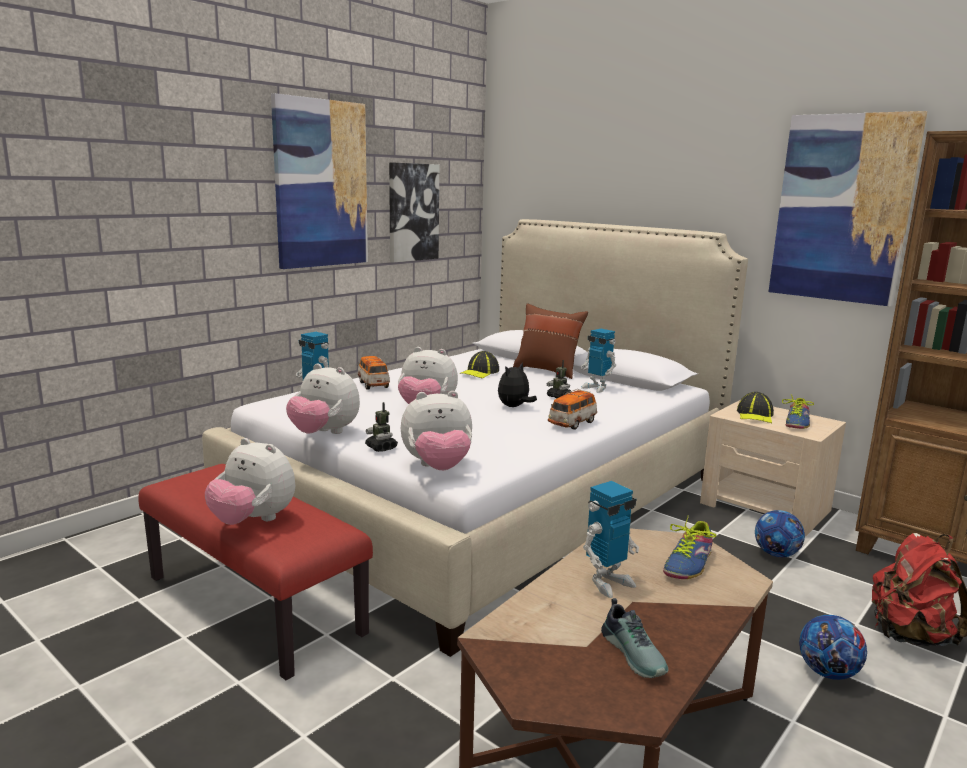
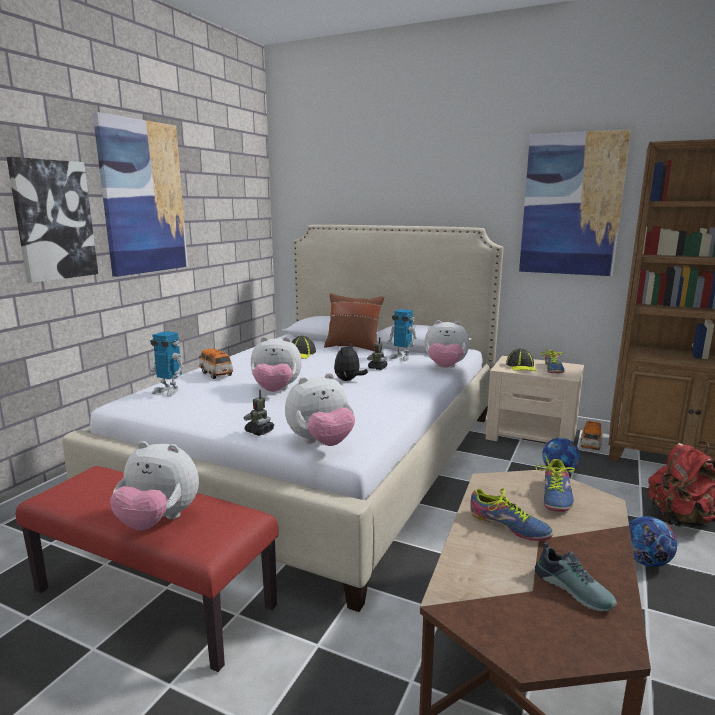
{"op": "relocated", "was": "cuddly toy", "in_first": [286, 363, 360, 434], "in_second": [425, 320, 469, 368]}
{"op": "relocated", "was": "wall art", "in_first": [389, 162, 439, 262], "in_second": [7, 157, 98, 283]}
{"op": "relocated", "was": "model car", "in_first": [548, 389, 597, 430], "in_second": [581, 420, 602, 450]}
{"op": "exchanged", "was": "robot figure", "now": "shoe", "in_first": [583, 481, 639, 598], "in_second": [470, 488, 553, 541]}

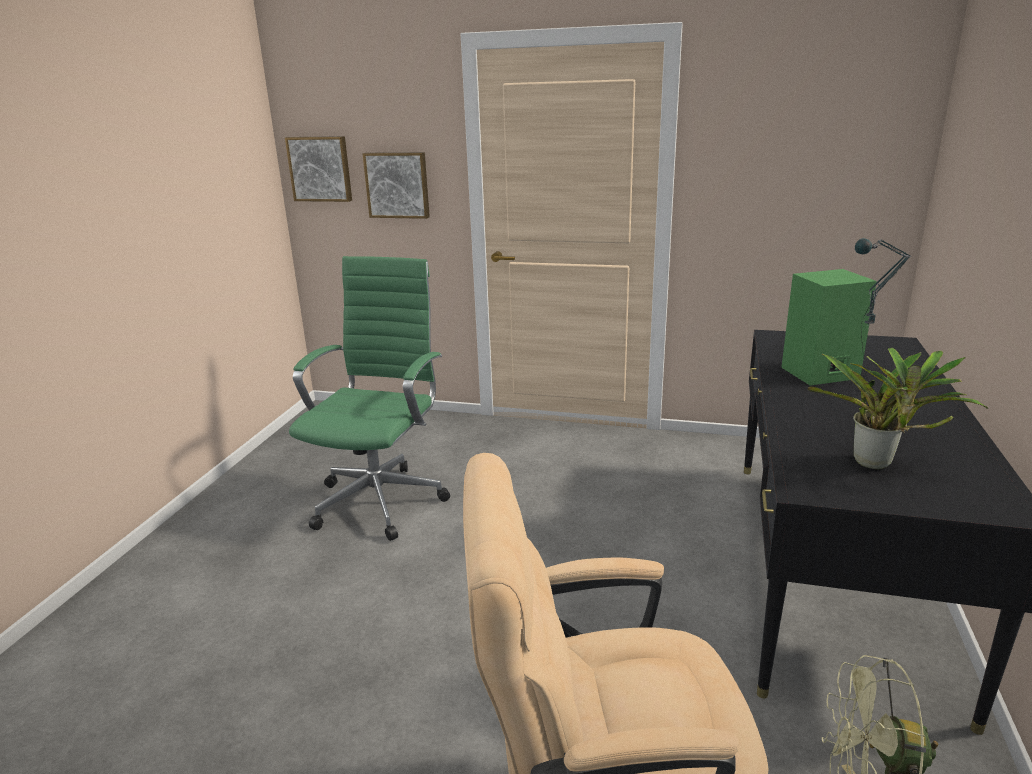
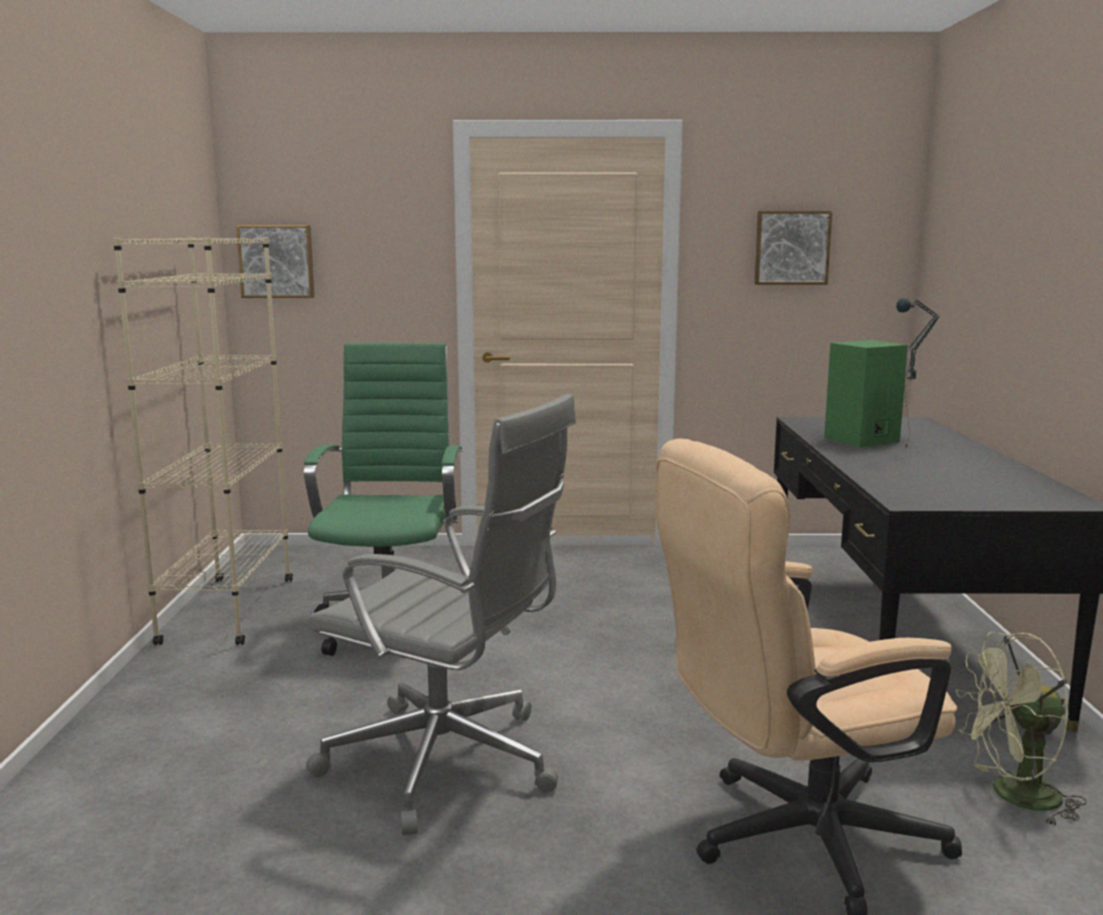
{"op": "relocated", "was": "wall art", "in_first": [363, 152, 430, 219], "in_second": [755, 211, 832, 285]}
{"op": "missing", "was": "potted plant", "in_first": [807, 348, 988, 469]}
{"op": "appeared", "now": "bookshelf/beige", "in_second": [113, 237, 293, 645]}
{"op": "appeared", "now": "office chair/greyish", "in_second": [306, 394, 576, 835]}

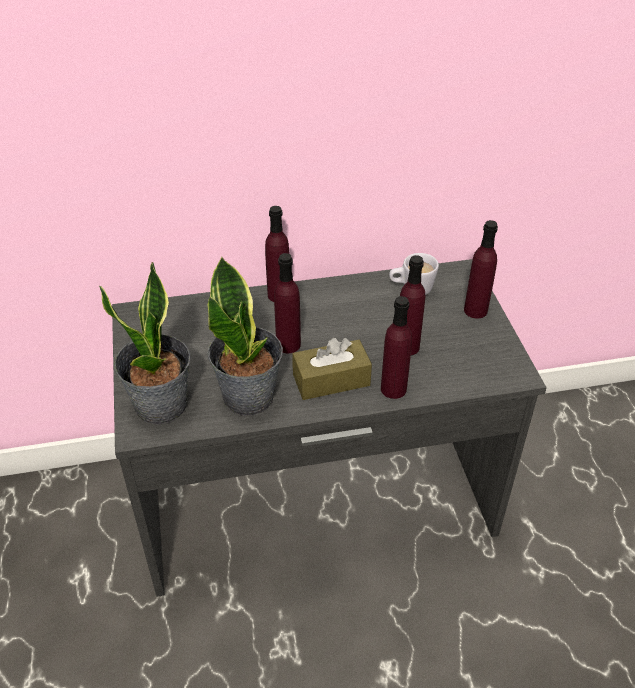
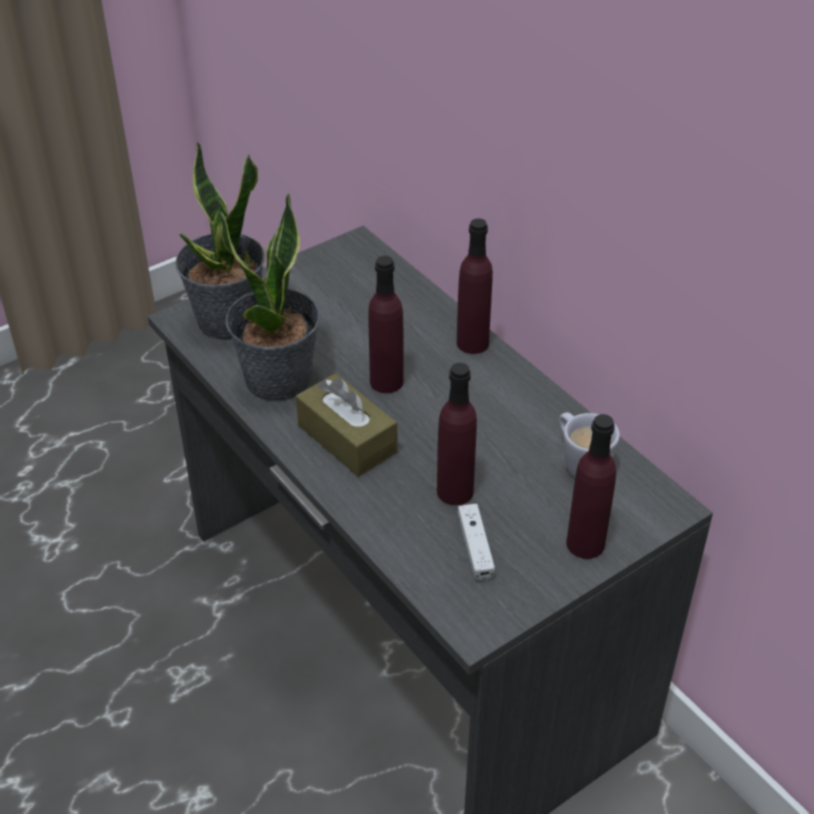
{"op": "missing", "was": "beverage bottle/purplish", "in_first": [381, 296, 412, 399]}
{"op": "appeared", "now": "joypad/whitish", "in_second": [458, 504, 495, 580]}

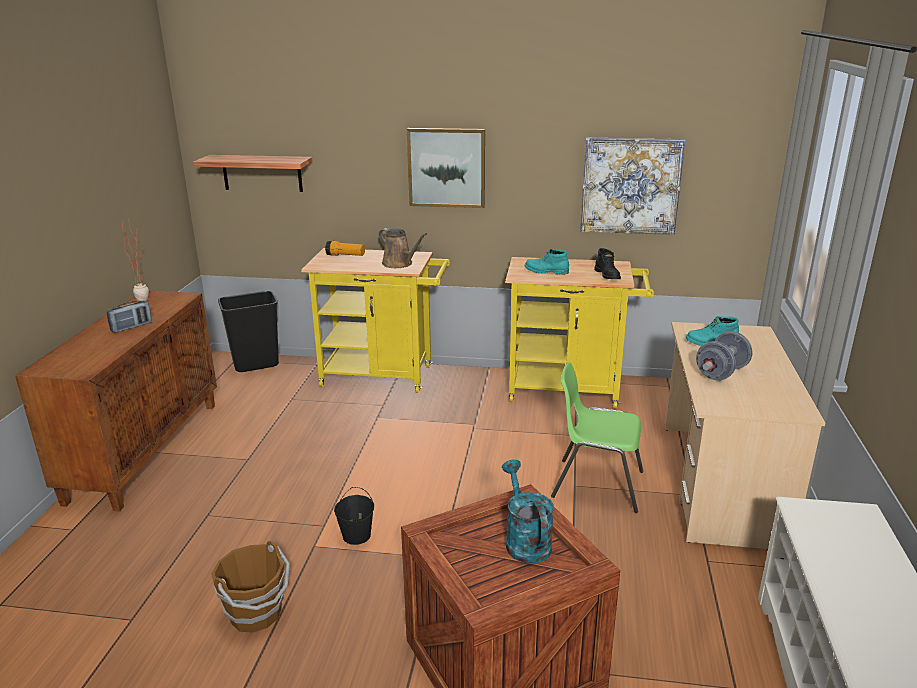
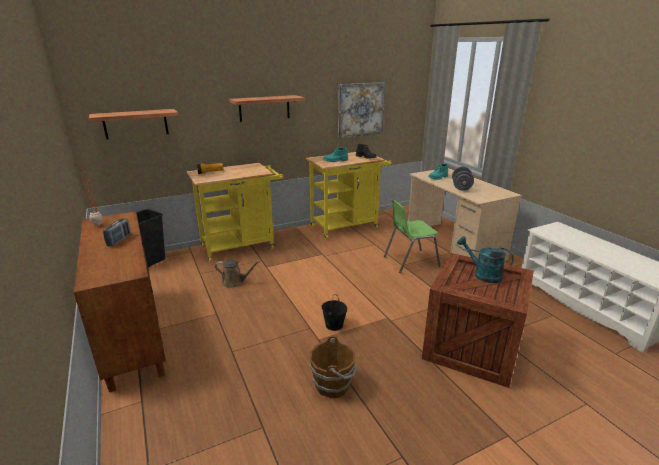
{"op": "relocated", "was": "watering pot/brownish", "in_first": [378, 228, 427, 268], "in_second": [215, 260, 260, 288]}
{"op": "exchanged", "was": "wall art", "now": "bracket shelf", "in_first": [407, 128, 485, 208], "in_second": [230, 95, 305, 122]}

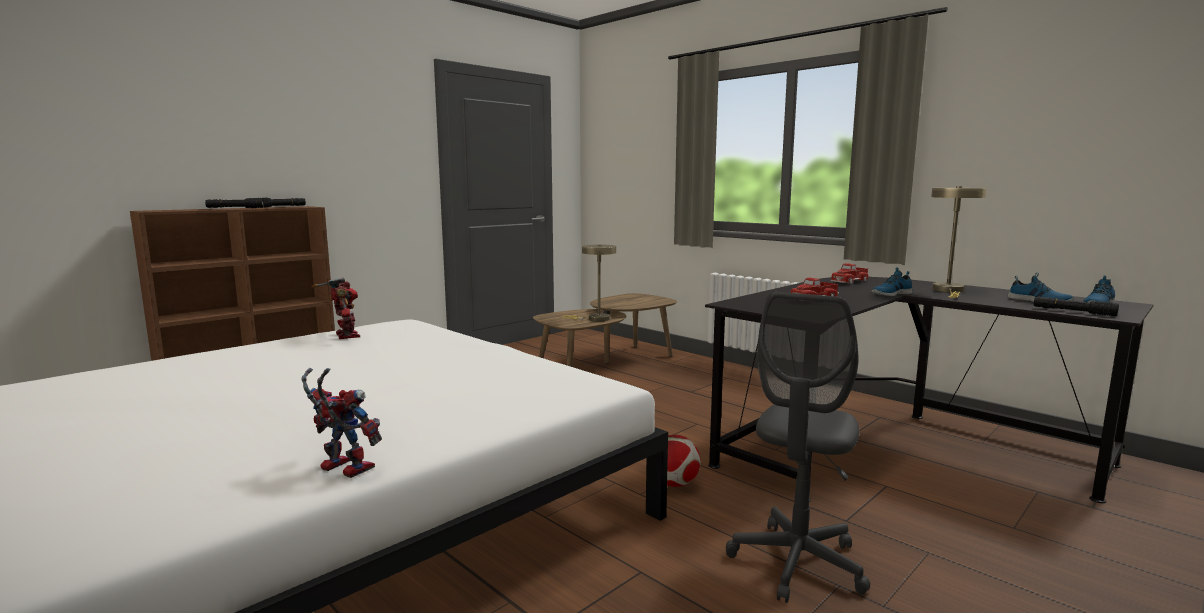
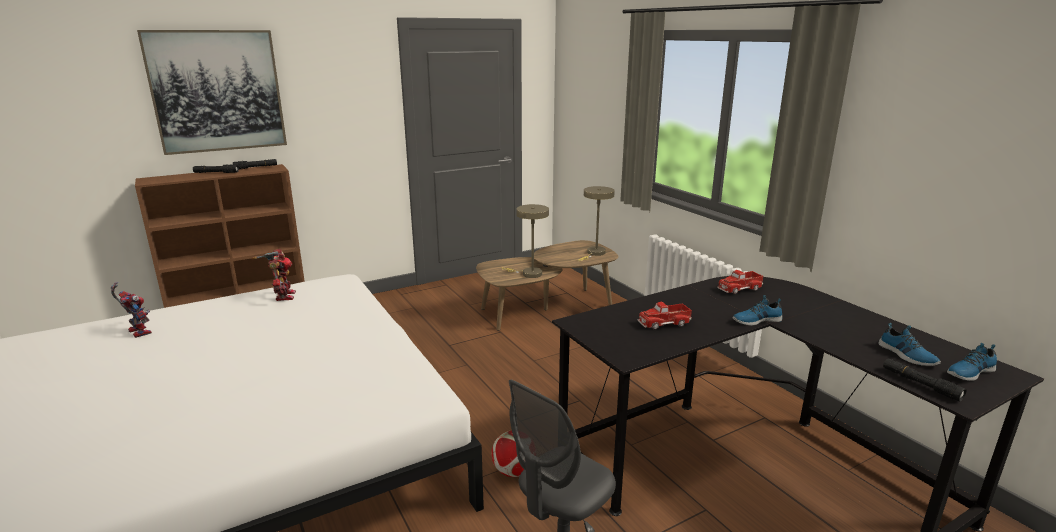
{"op": "relocated", "was": "robot figure", "in_first": [301, 368, 382, 478], "in_second": [111, 282, 152, 338]}
{"op": "relocated", "was": "tabletop lamp/beige", "in_first": [931, 186, 987, 298], "in_second": [577, 186, 615, 261]}
{"op": "appeared", "now": "wall art", "in_second": [137, 30, 287, 155]}

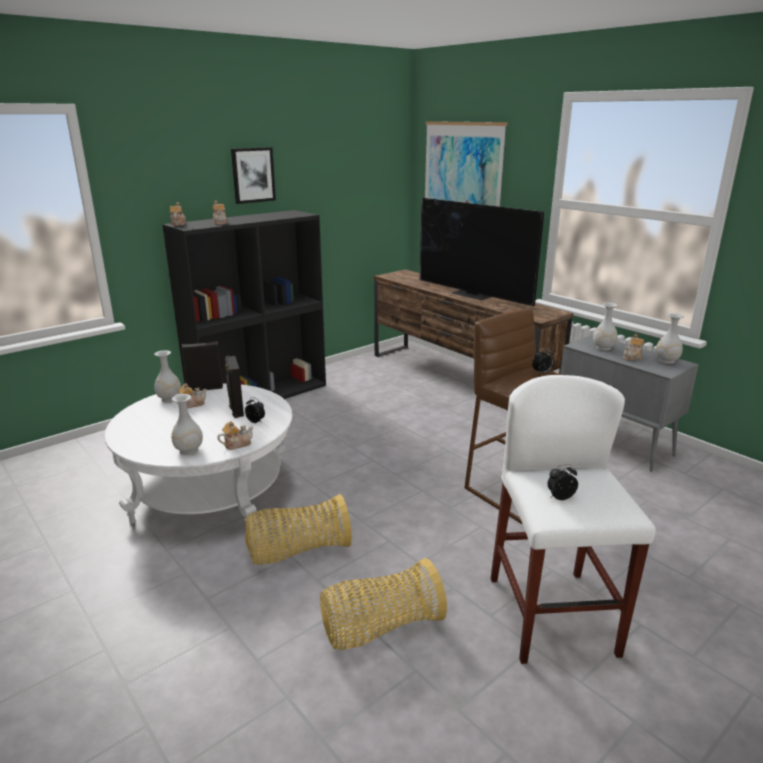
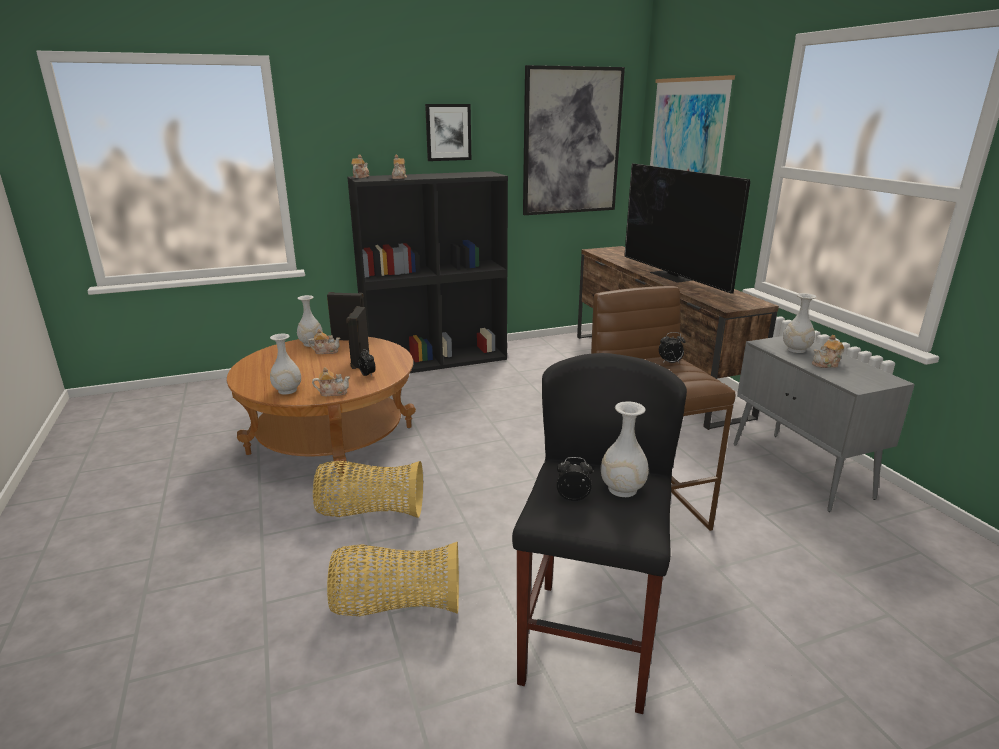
{"op": "colour", "was": "lounge table/whitish", "now": "lounge table/brownish", "in_first": [104, 383, 293, 527], "in_second": [227, 336, 416, 481]}
{"op": "colour", "was": "sitting stool/whitish", "now": "sitting stool/black-coloured", "in_first": [491, 375, 656, 664], "in_second": [512, 353, 687, 714]}
{"op": "relocated", "was": "decorative vase/whitish", "in_first": [656, 313, 684, 364], "in_second": [601, 401, 649, 497]}
{"op": "appeared", "now": "wall art", "in_second": [523, 65, 625, 215]}

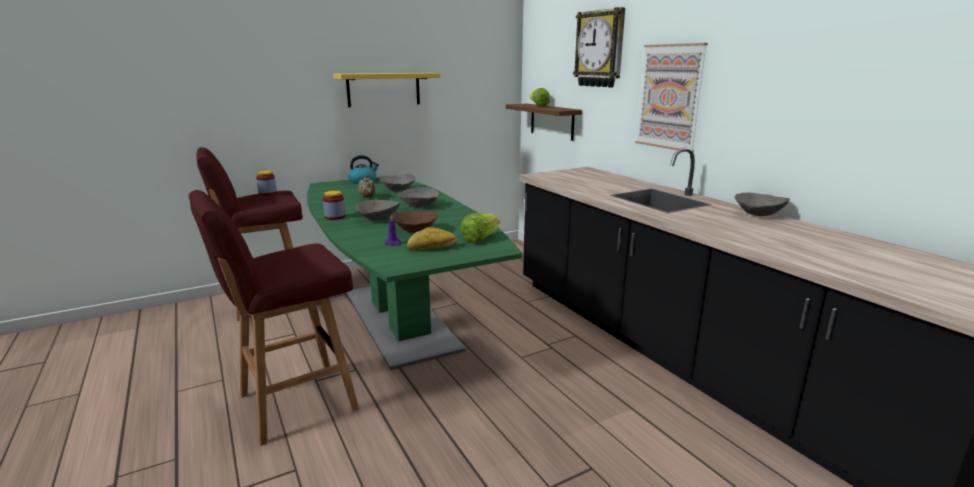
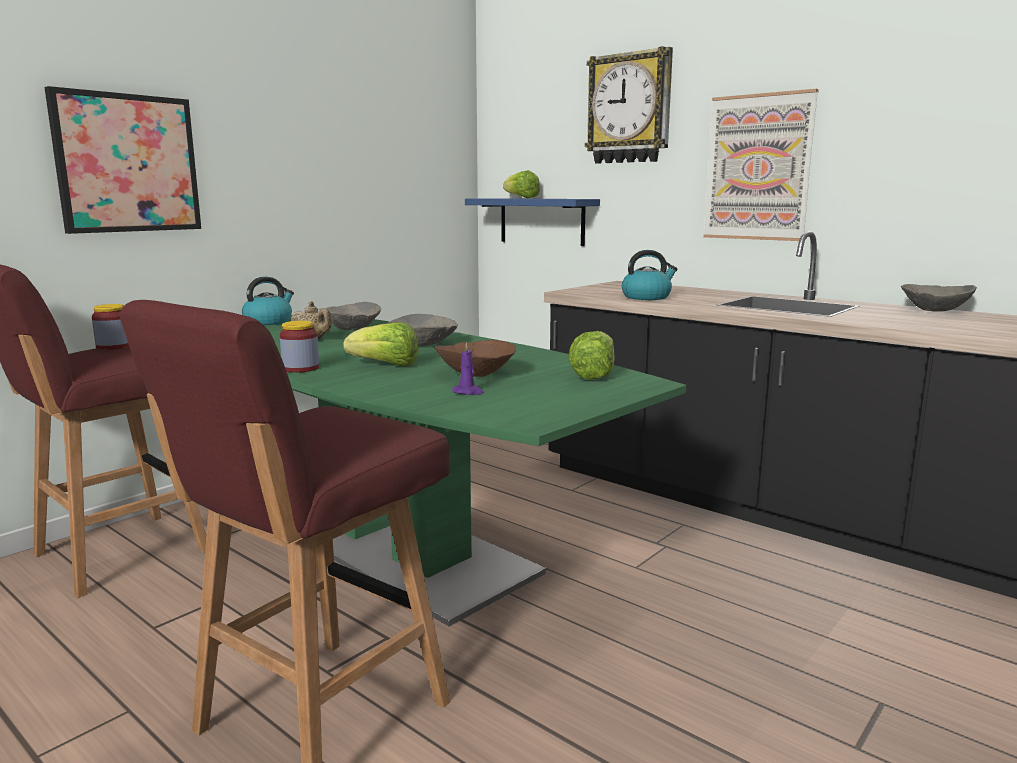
{"op": "missing", "was": "bracket shelf/yellow", "in_first": [333, 73, 440, 107]}
{"op": "exchanged", "was": "serving bowl/greyish", "now": "lettuce head", "in_first": [356, 200, 400, 221], "in_second": [344, 322, 419, 366]}
{"op": "missing", "was": "bread", "in_first": [407, 227, 457, 251]}
{"op": "colour", "was": "bracket shelf/brownish", "now": "bracket shelf/bluish", "in_first": [506, 104, 582, 141], "in_second": [465, 198, 600, 246]}
{"op": "appeared", "now": "wall art", "in_second": [44, 86, 201, 234]}
{"op": "appeared", "now": "kettle", "in_second": [622, 250, 678, 300]}

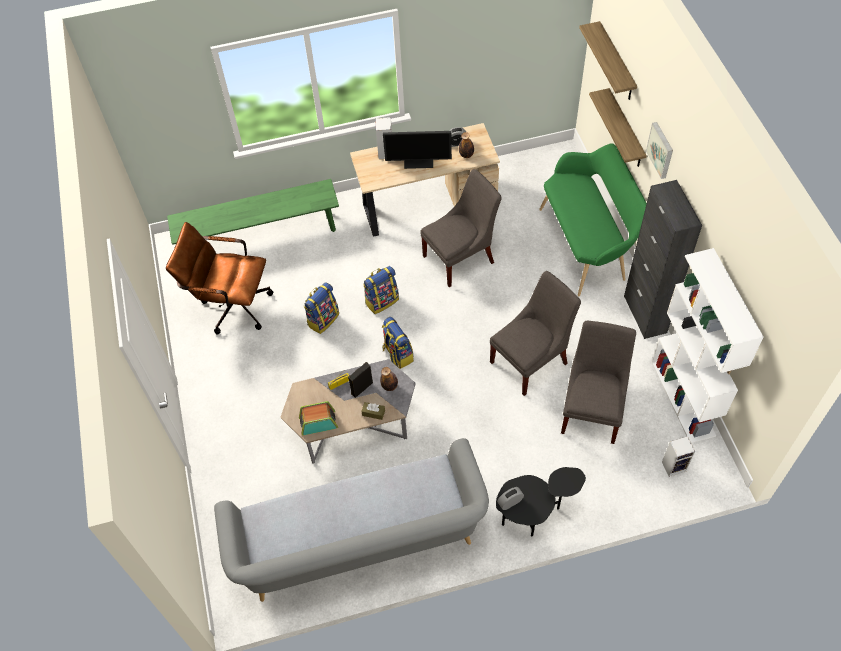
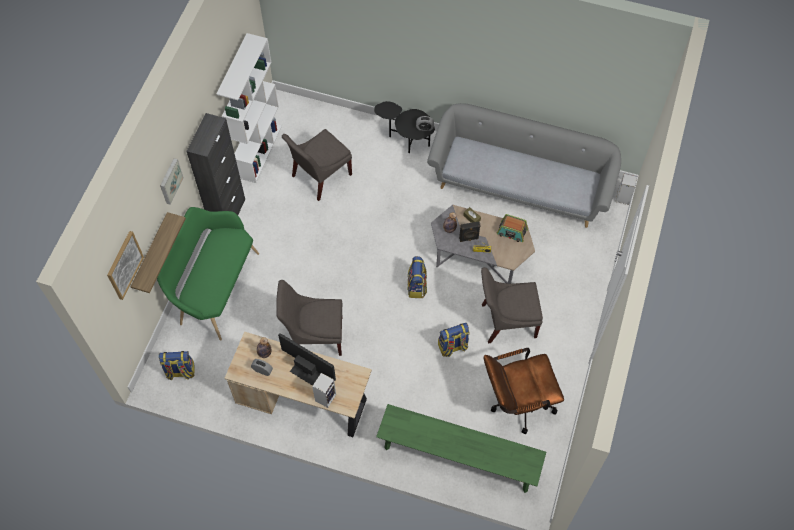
{"op": "spun", "was": "office chair/brownish", "in_first": [166, 222, 273, 334], "in_second": [484, 348, 564, 434], "clockwise": 120}
{"op": "relocated", "was": "backpack", "in_first": [363, 266, 399, 314], "in_second": [159, 351, 195, 380]}
{"op": "relocated", "was": "chair/greyish", "in_first": [490, 271, 581, 396], "in_second": [481, 267, 543, 343]}
{"op": "exchanged", "was": "bracket shelf", "now": "wall art", "in_first": [579, 21, 637, 100], "in_second": [107, 231, 144, 300]}
{"op": "relocated", "was": "speaker", "in_first": [662, 436, 695, 477], "in_second": [615, 174, 638, 205]}

